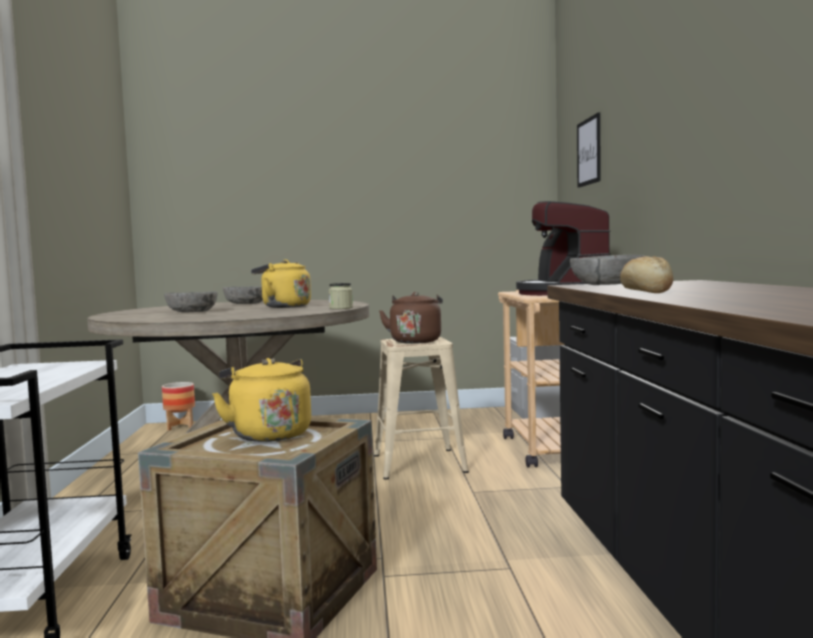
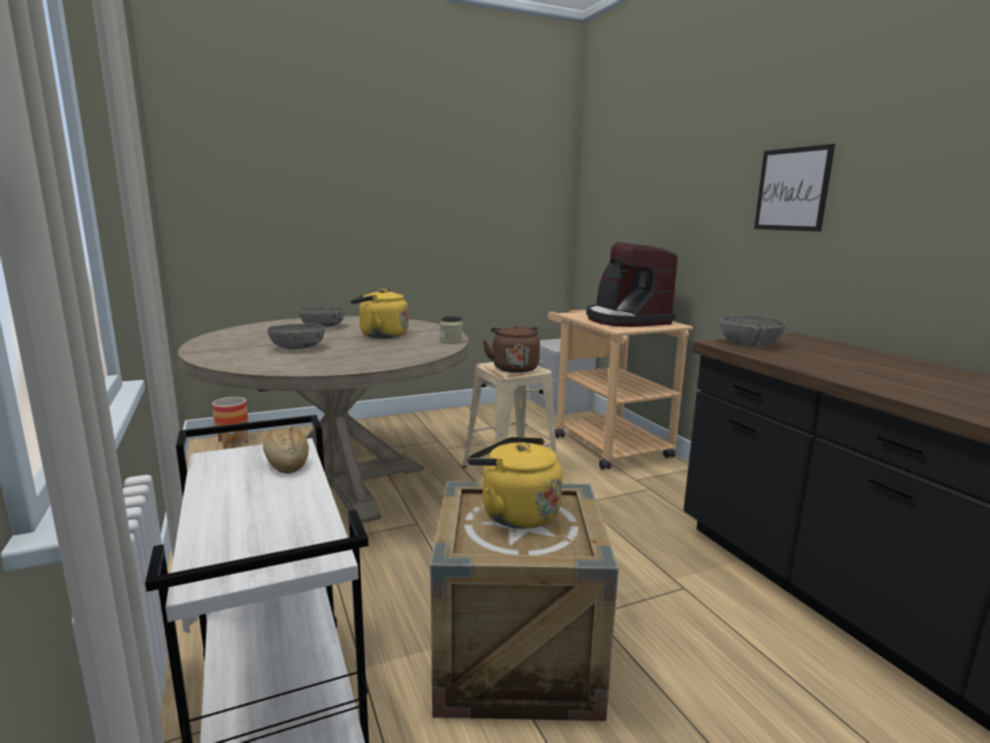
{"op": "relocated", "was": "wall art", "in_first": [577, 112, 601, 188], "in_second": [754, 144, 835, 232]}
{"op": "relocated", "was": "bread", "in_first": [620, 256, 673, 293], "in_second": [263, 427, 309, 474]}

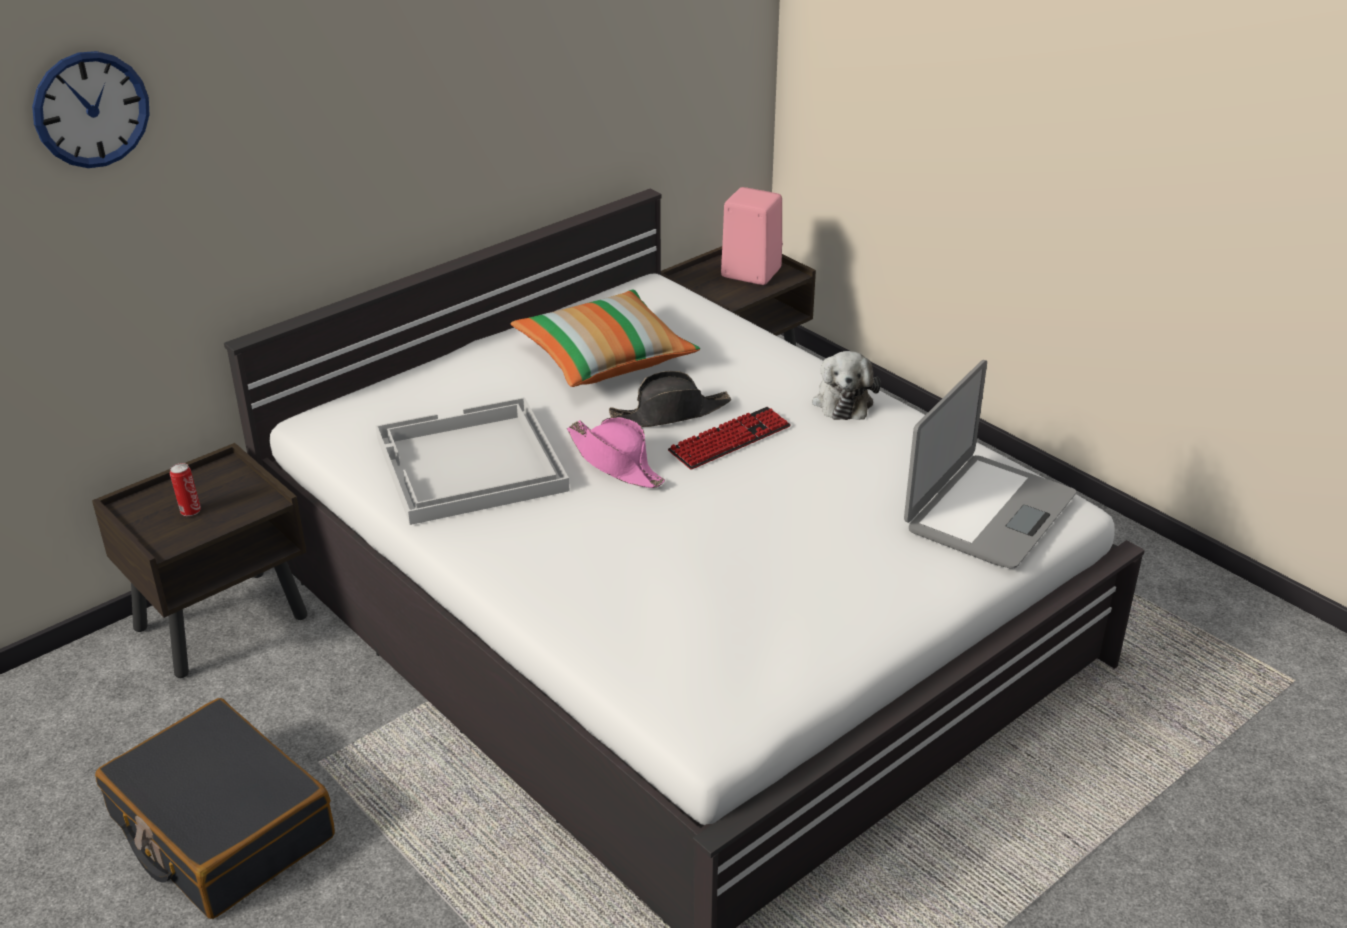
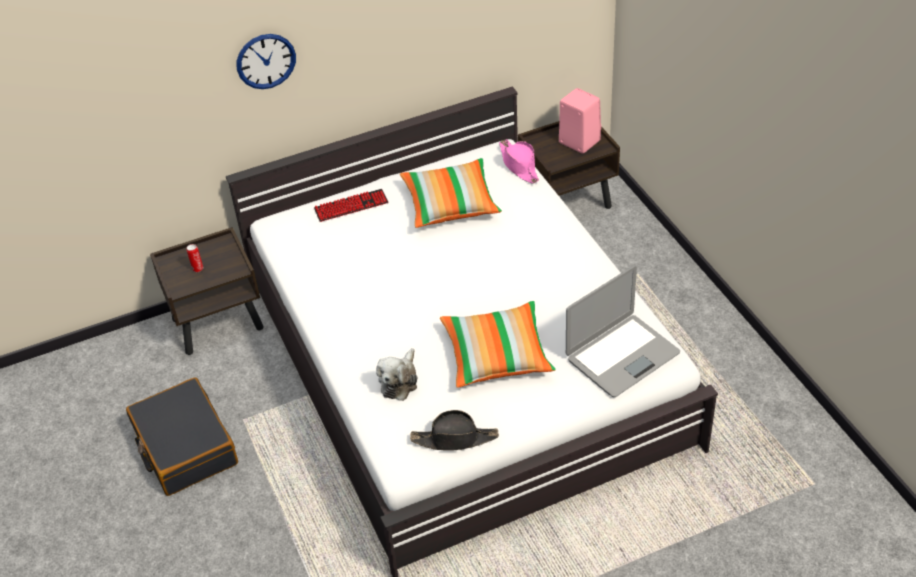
{"op": "relocated", "was": "wall clock", "in_first": [32, 51, 150, 168], "in_second": [236, 34, 296, 89]}
{"op": "missing", "was": "serving tray/whitish", "in_first": [376, 397, 569, 525]}
{"op": "relocated", "was": "clothing hat/pink", "in_first": [567, 417, 665, 488], "in_second": [499, 139, 539, 184]}
{"op": "relocated", "was": "clothing hat/black-coloured", "in_first": [609, 371, 731, 427], "in_second": [410, 410, 499, 451]}
{"op": "relocated", "was": "keyboard", "in_first": [668, 407, 791, 470], "in_second": [314, 189, 388, 222]}
{"op": "relocated", "was": "cuddly toy", "in_first": [812, 351, 881, 420], "in_second": [376, 348, 417, 401]}
{"op": "appeared", "now": "throw pillow", "in_second": [440, 301, 556, 388]}

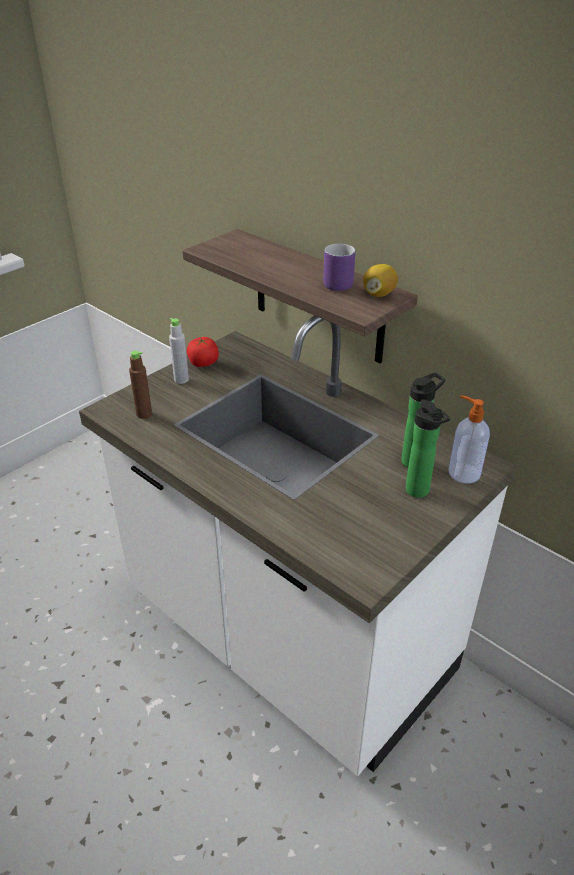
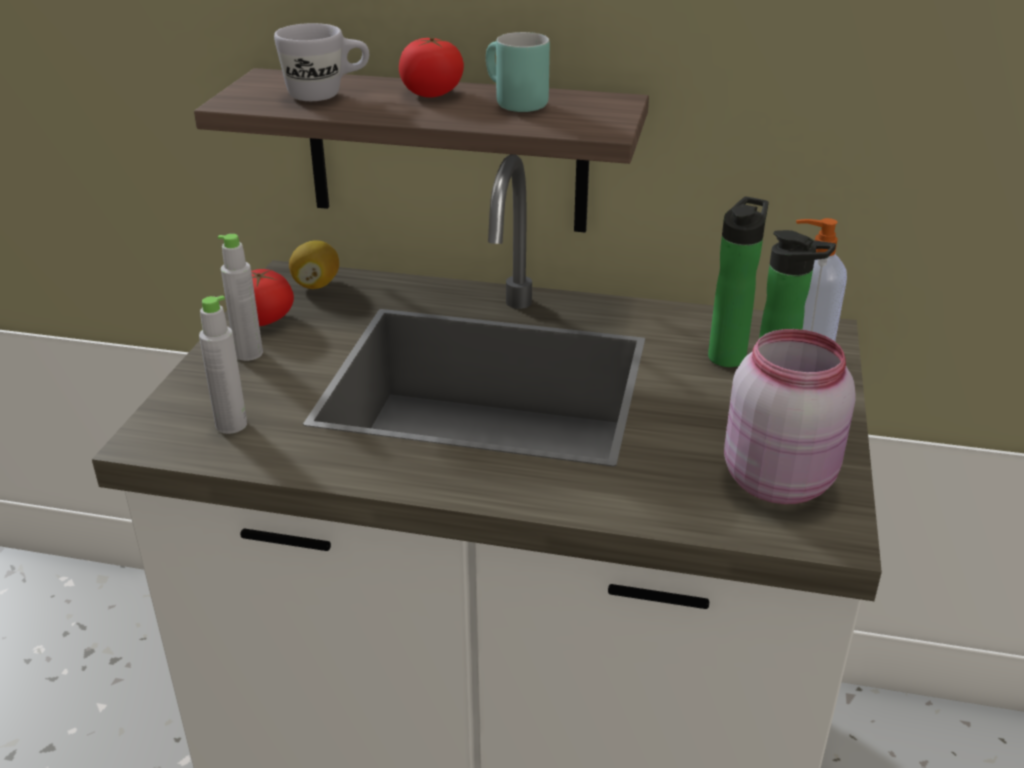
{"op": "colour", "was": "beverage bottle/brownish", "now": "beverage bottle/greyish", "in_first": [129, 351, 152, 419], "in_second": [199, 295, 247, 434]}
{"op": "colour", "was": "tea mug/purplish", "now": "tea mug/blue-green", "in_first": [323, 244, 355, 291], "in_second": [486, 32, 550, 112]}
{"op": "relocated", "was": "citrus fruit", "in_first": [363, 264, 398, 297], "in_second": [289, 240, 339, 289]}
{"op": "appeared", "now": "tea mug/whitish", "in_second": [274, 23, 369, 101]}
{"op": "appeared", "now": "tomato", "in_second": [399, 37, 464, 98]}
{"op": "appeared", "now": "preserve jar/pink", "in_second": [724, 329, 856, 504]}

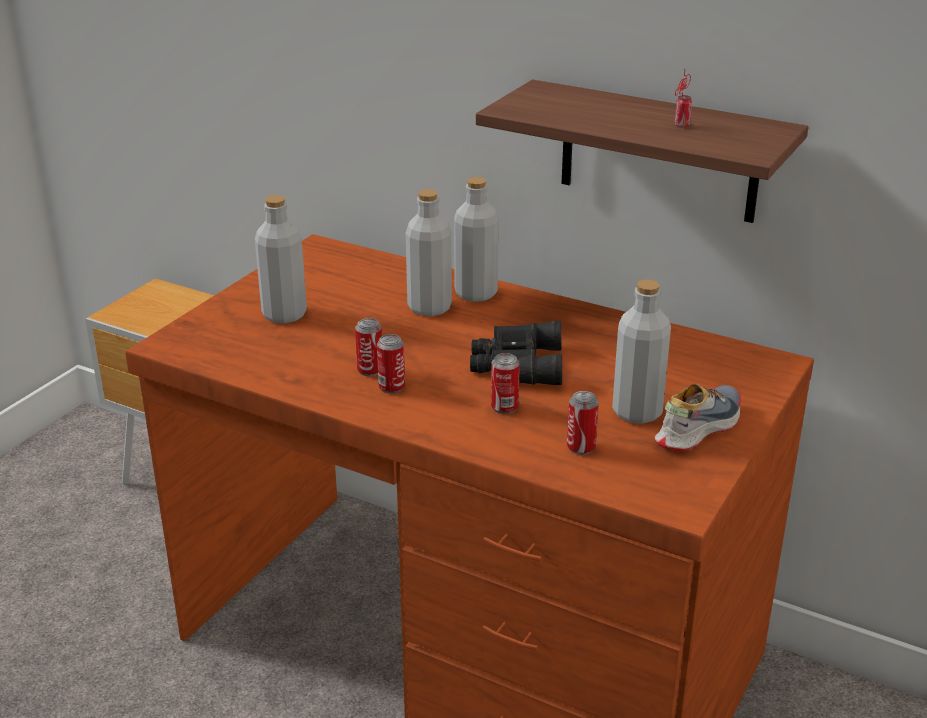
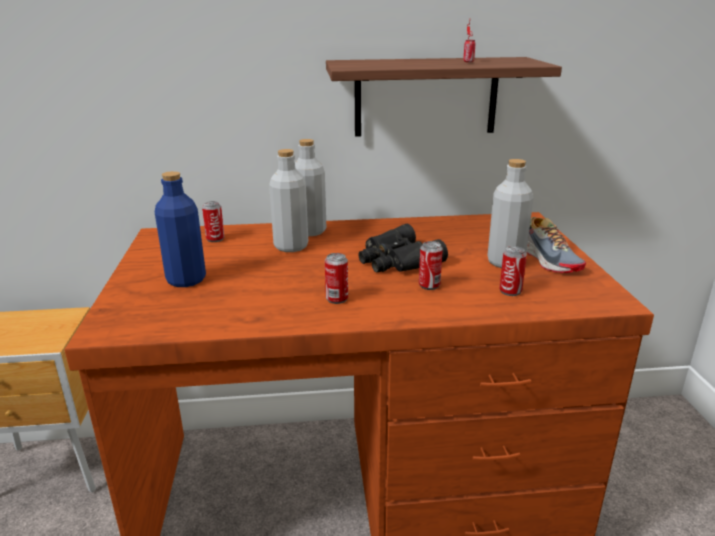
{"op": "colour", "was": "beverage bottle/greyish", "now": "beverage bottle/bluish", "in_first": [255, 195, 307, 324], "in_second": [155, 171, 206, 287]}
{"op": "relocated", "was": "metal can", "in_first": [355, 318, 382, 376], "in_second": [202, 201, 224, 242]}
{"op": "spun", "was": "shoe", "in_first": [655, 384, 741, 451], "in_second": [527, 217, 586, 273], "clockwise": 150}

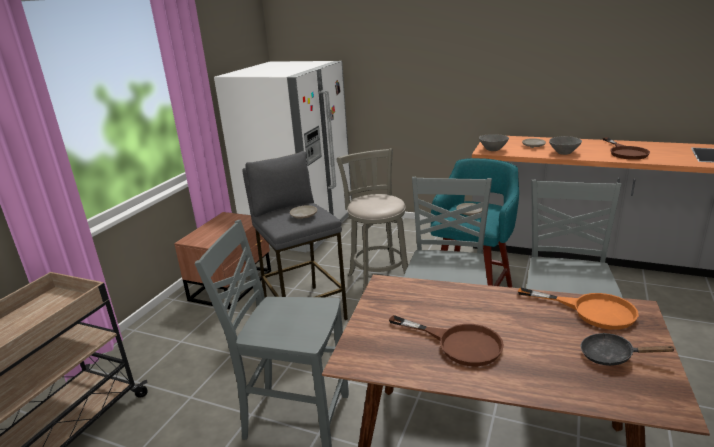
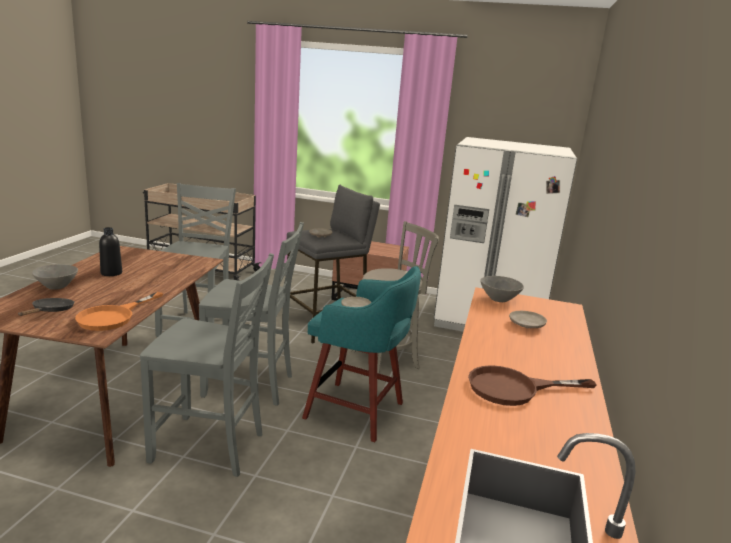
{"op": "exchanged", "was": "skillet/brownish", "now": "beverage bottle/black-coloured", "in_first": [389, 315, 504, 366], "in_second": [99, 227, 122, 276]}
{"op": "relocated", "was": "serving bowl/greyish", "in_first": [549, 136, 582, 155], "in_second": [32, 264, 78, 290]}

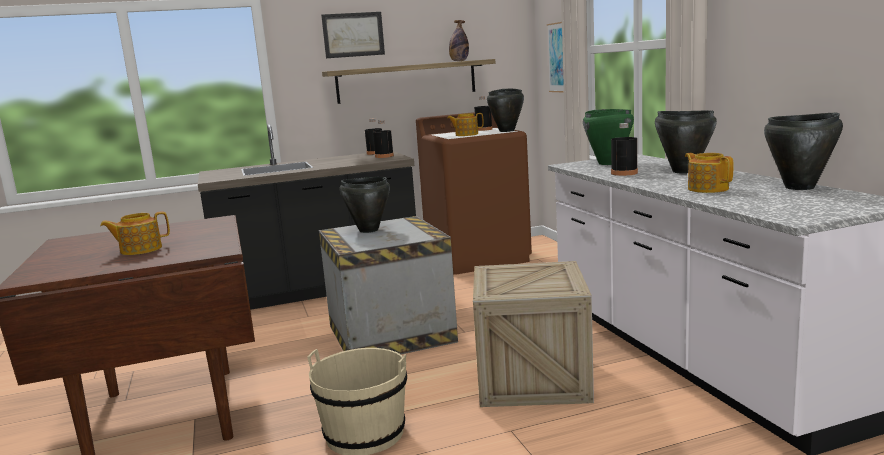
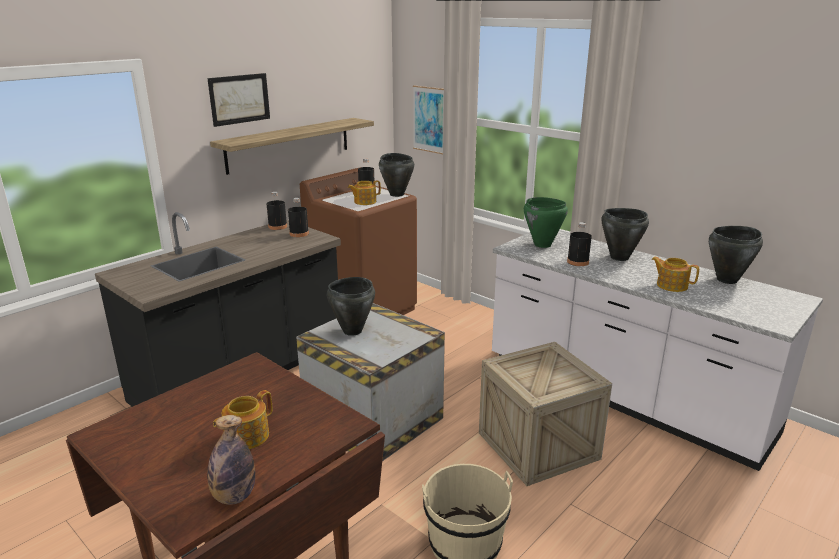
{"op": "relocated", "was": "beverage bottle", "in_first": [449, 20, 469, 61], "in_second": [207, 415, 255, 505]}

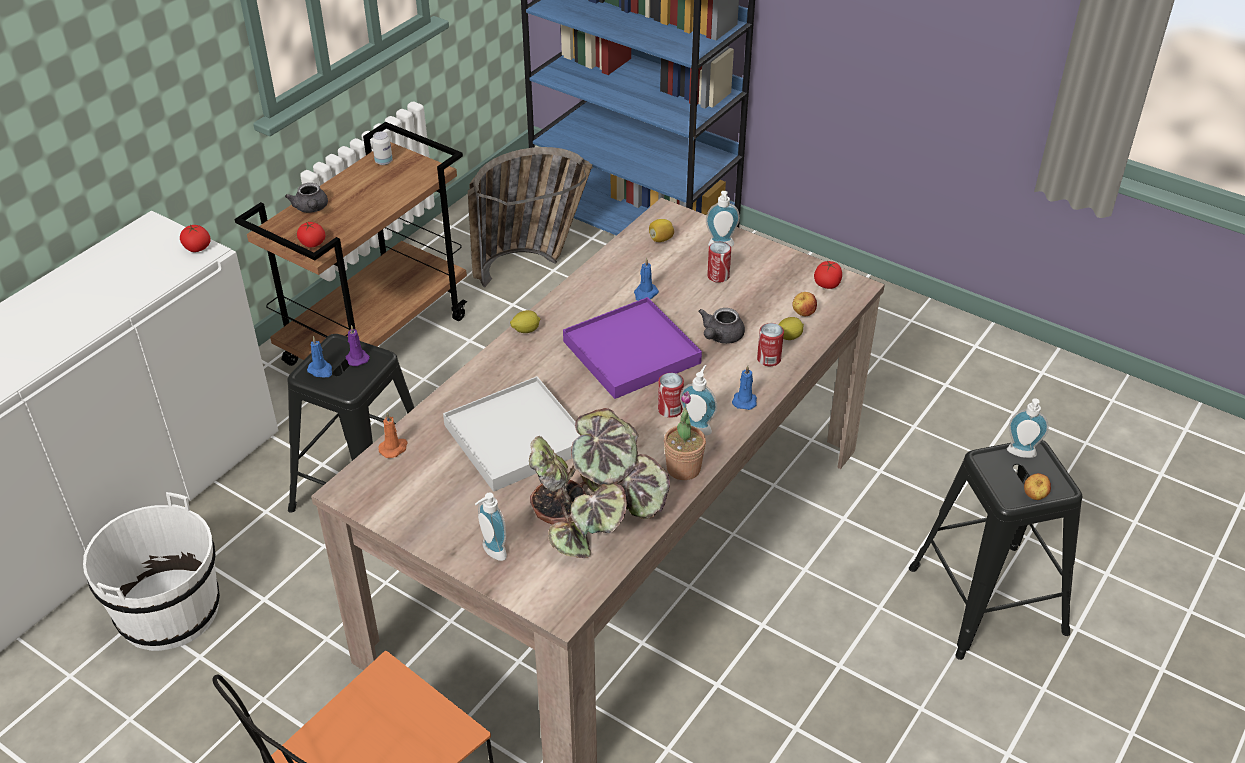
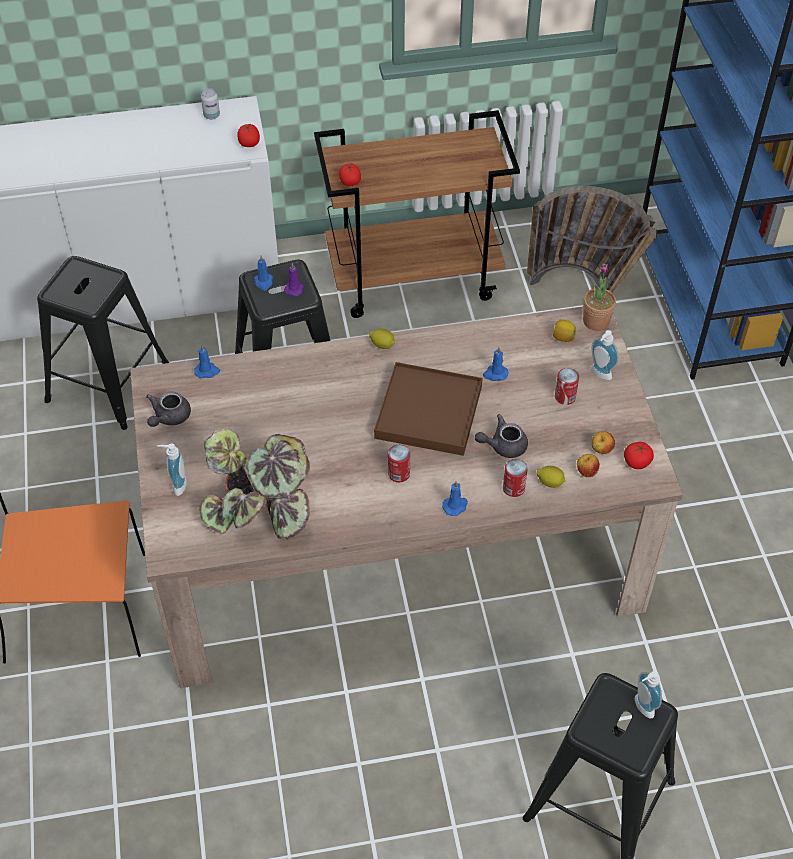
{"op": "exchanged", "was": "water bucket/whitish", "now": "sitting stool/black-coloured", "in_first": [83, 492, 220, 651], "in_second": [37, 256, 169, 430]}
{"op": "relocated", "was": "pot for tea/greyish", "in_first": [285, 183, 328, 213], "in_second": [146, 391, 191, 427]}
{"op": "relocated", "was": "metal can", "in_first": [372, 132, 393, 165], "in_second": [201, 88, 220, 120]}
{"op": "colour", "was": "wax light/orange", "now": "wax light/bluish", "in_first": [378, 412, 408, 458], "in_second": [194, 344, 220, 378]}
{"op": "missing", "was": "serving tray/whitish", "in_first": [443, 376, 580, 492]}
{"op": "colour", "was": "serving tray/purplish", "now": "serving tray/brownish", "in_first": [563, 297, 702, 399], "in_second": [374, 362, 483, 456]}
{"op": "relocated", "was": "potted plant", "in_first": [664, 391, 706, 480], "in_second": [583, 264, 616, 331]}
{"op": "missing", "was": "liquid soap bottle", "in_first": [680, 365, 717, 435]}
{"op": "relocated", "was": "apple", "in_first": [1024, 473, 1051, 500], "in_second": [592, 431, 615, 454]}

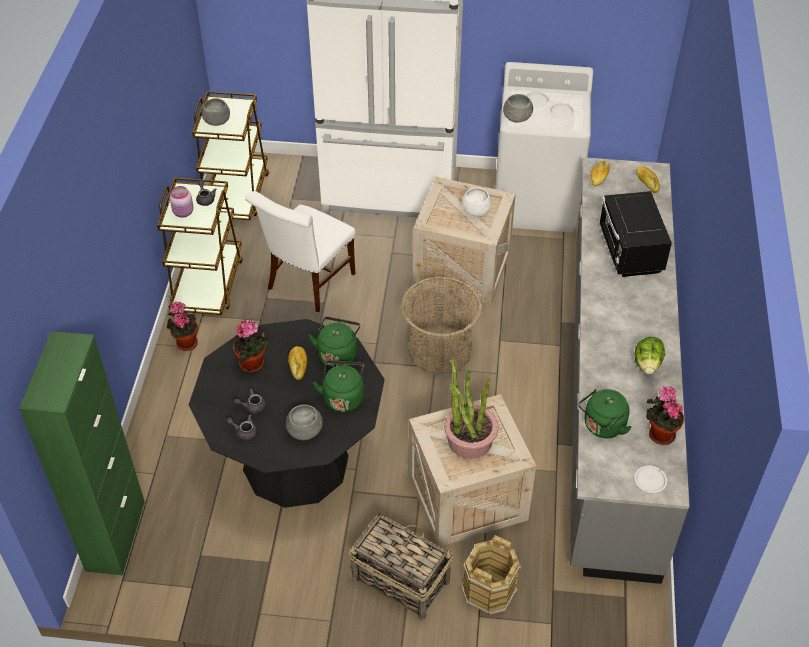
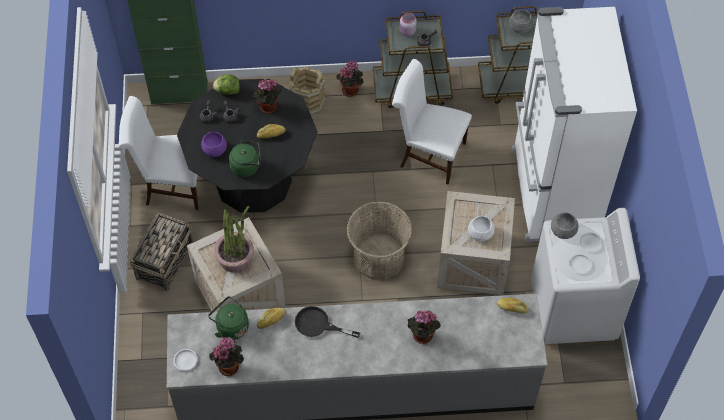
{"op": "colour", "was": "serving bowl/greyish", "now": "serving bowl/purplish", "in_first": [286, 404, 323, 440], "in_second": [201, 132, 227, 157]}
{"op": "missing", "was": "kettle/green-coloured", "in_first": [309, 317, 360, 368]}
{"op": "relocated", "was": "water bucket/brownish", "in_first": [462, 535, 521, 615], "in_second": [289, 66, 325, 115]}
{"op": "exchanged", "was": "kitchen microwave/black-coloured", "now": "potted plant", "in_first": [599, 191, 672, 277], "in_second": [407, 310, 441, 344]}
{"op": "relocated", "was": "lettuce head", "in_first": [634, 337, 665, 374], "in_second": [213, 74, 240, 95]}
{"op": "relocated", "was": "bread", "in_first": [636, 167, 660, 193], "in_second": [257, 308, 286, 329]}
{"op": "appeared", "now": "chair/whitish", "in_second": [119, 96, 199, 210]}
{"op": "appeared", "now": "skillet/black-coloured", "in_second": [295, 306, 360, 338]}

